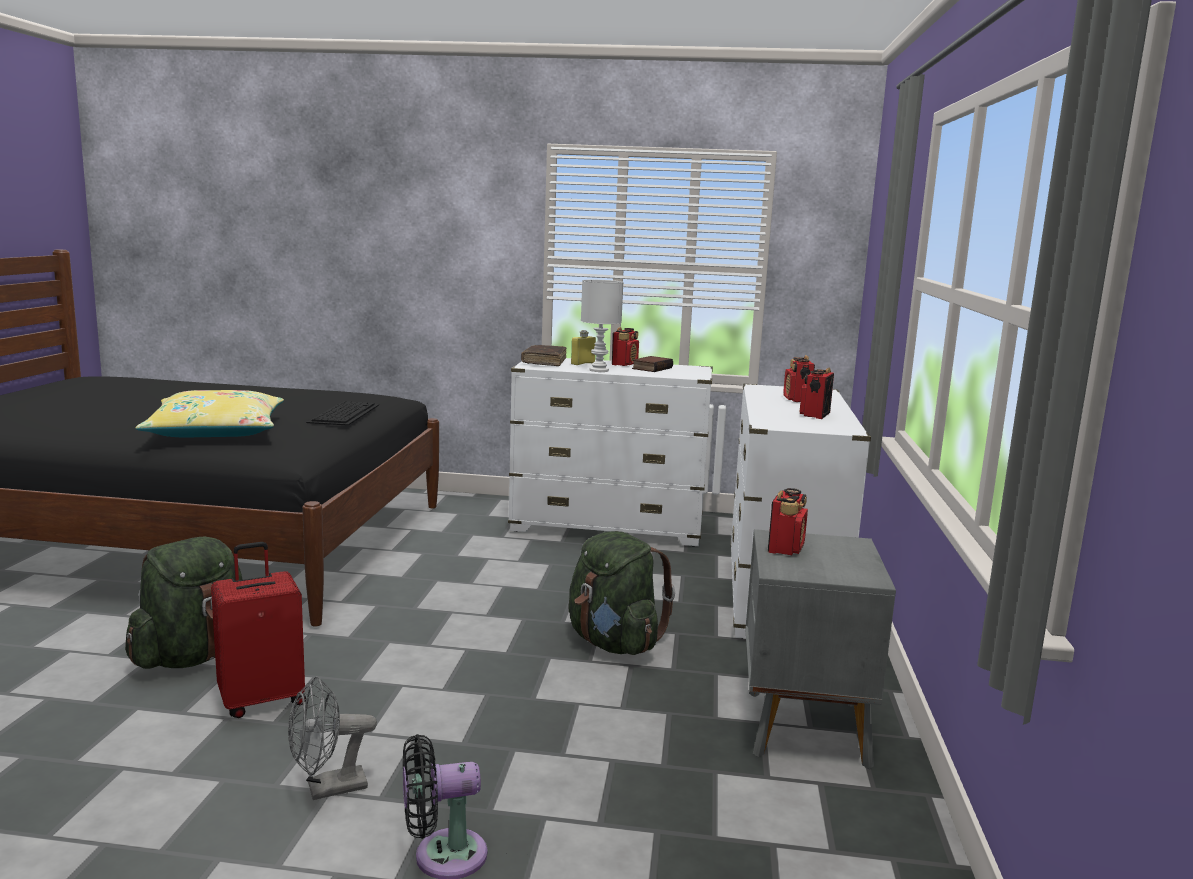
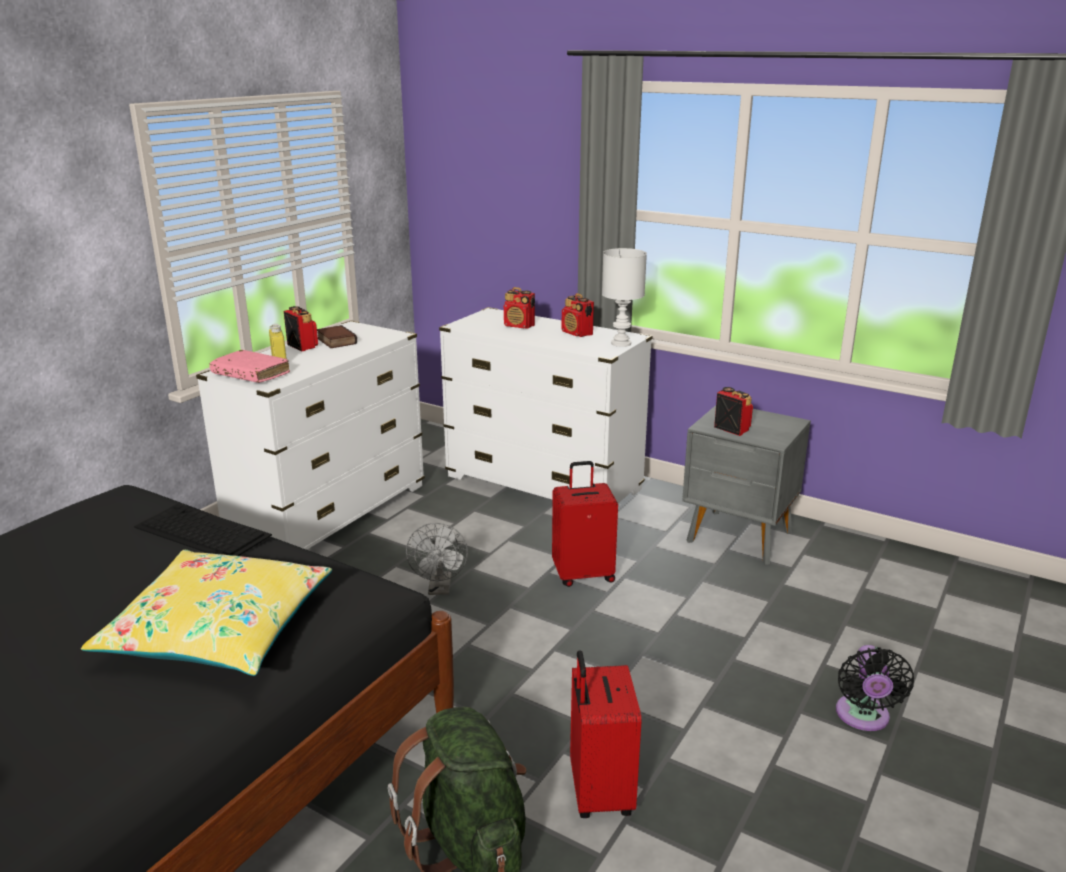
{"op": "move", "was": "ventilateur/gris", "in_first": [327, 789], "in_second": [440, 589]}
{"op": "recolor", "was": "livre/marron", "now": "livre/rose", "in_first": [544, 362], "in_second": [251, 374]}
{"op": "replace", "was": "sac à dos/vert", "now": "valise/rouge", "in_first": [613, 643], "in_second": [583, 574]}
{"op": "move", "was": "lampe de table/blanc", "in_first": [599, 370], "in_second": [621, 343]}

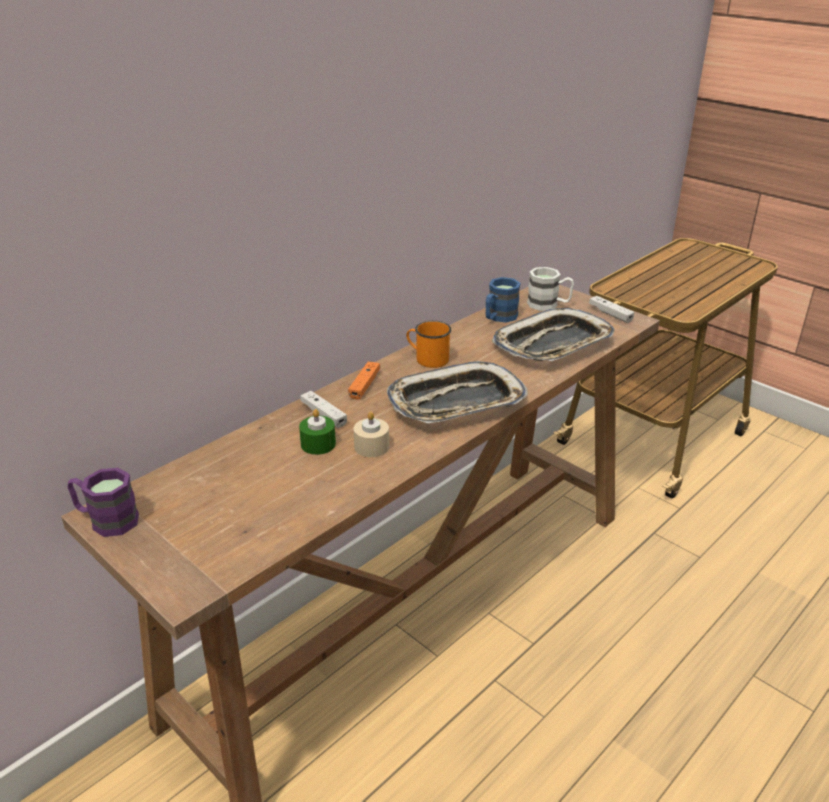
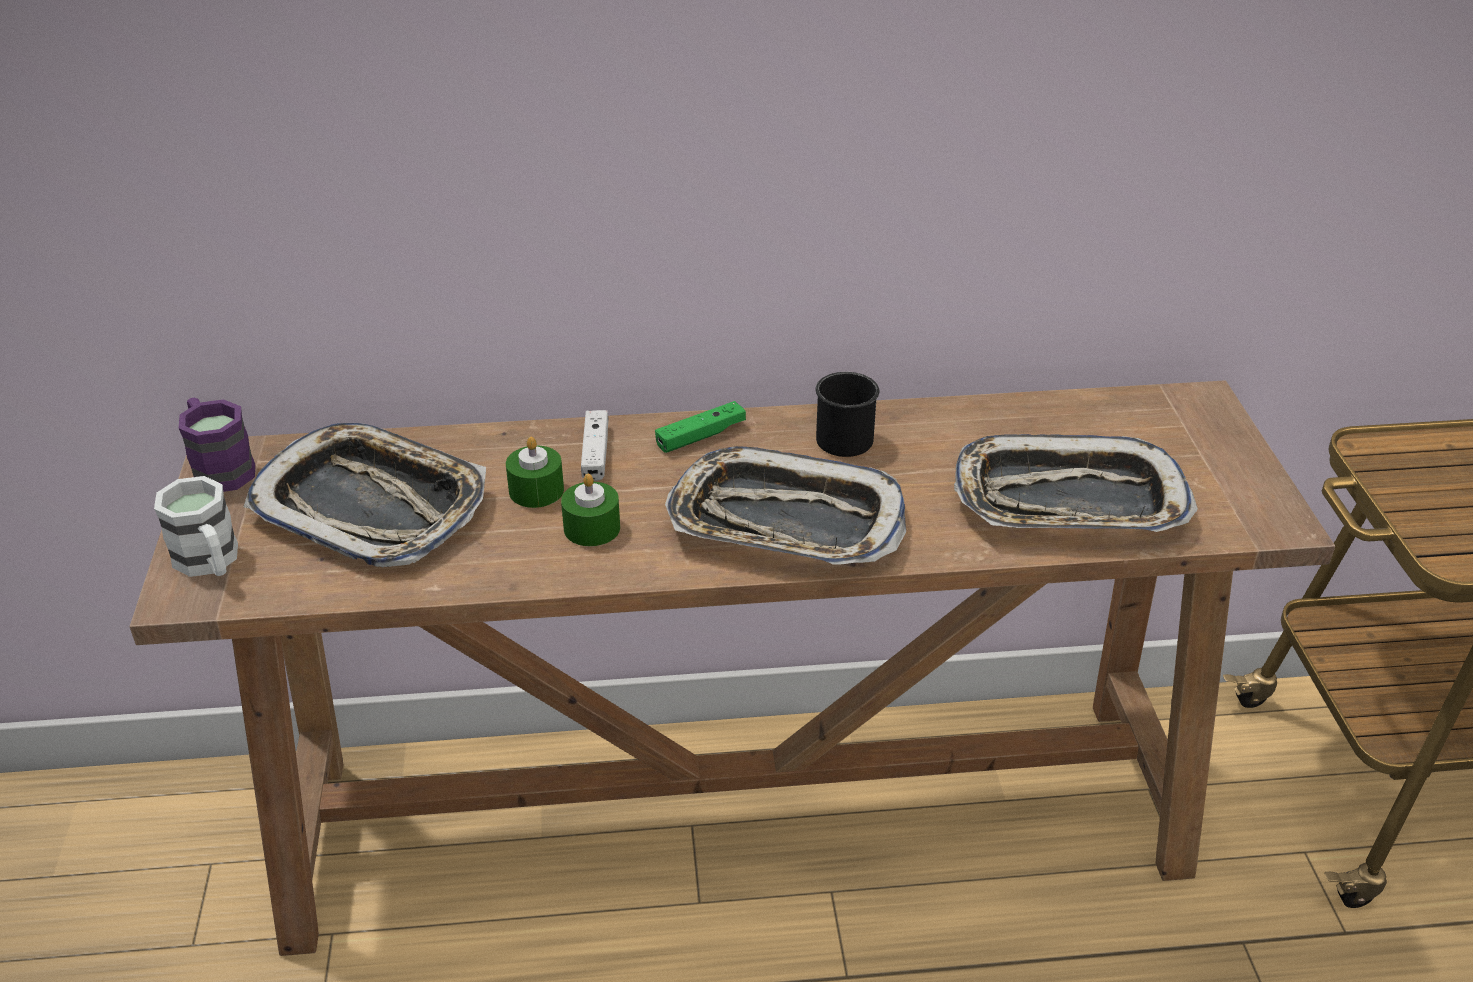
{"op": "recolor", "was": "manette/orange", "now": "manette/vert", "in_first": [364, 385], "in_second": [701, 436]}
{"op": "recolor", "was": "bougie/beige", "now": "bougie/vert", "in_first": [371, 447], "in_second": [592, 528]}
{"op": "recolor", "was": "mug/orange", "now": "mug/noir", "in_first": [427, 358], "in_second": [840, 435]}
{"op": "delete", "was": "mug/bleu", "in_first": [498, 317]}
{"op": "move", "was": "mug/blanc", "in_first": [549, 305], "in_second": [210, 563]}
{"op": "delete", "was": "manette/blanc", "in_first": [610, 314]}
{"op": "insert", "now": "plateau", "in_second": [372, 506]}

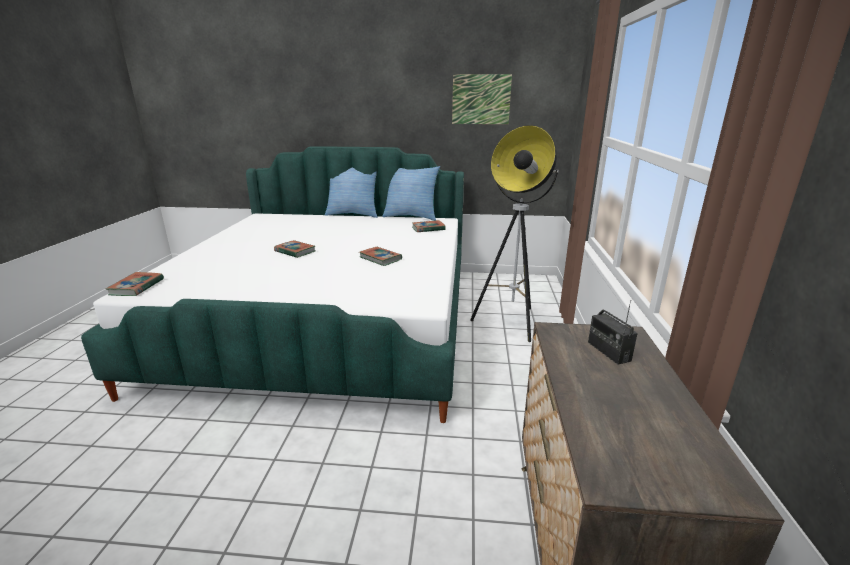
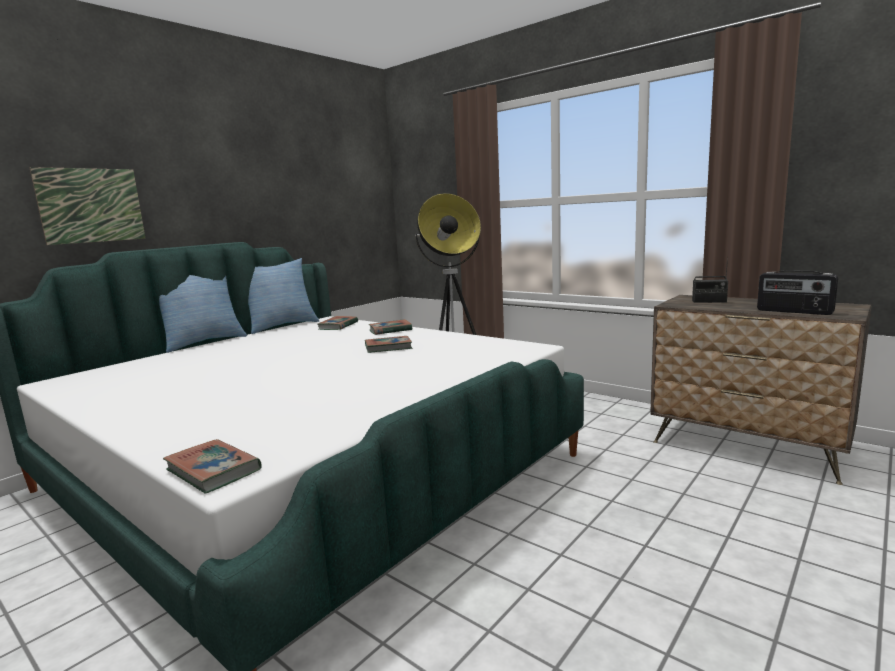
{"op": "move", "was": "livre", "in_first": [295, 251], "in_second": [390, 330]}
{"op": "move", "was": "tableau", "in_first": [481, 99], "in_second": [91, 205]}
{"op": "insert", "now": "radio", "in_second": [794, 311]}

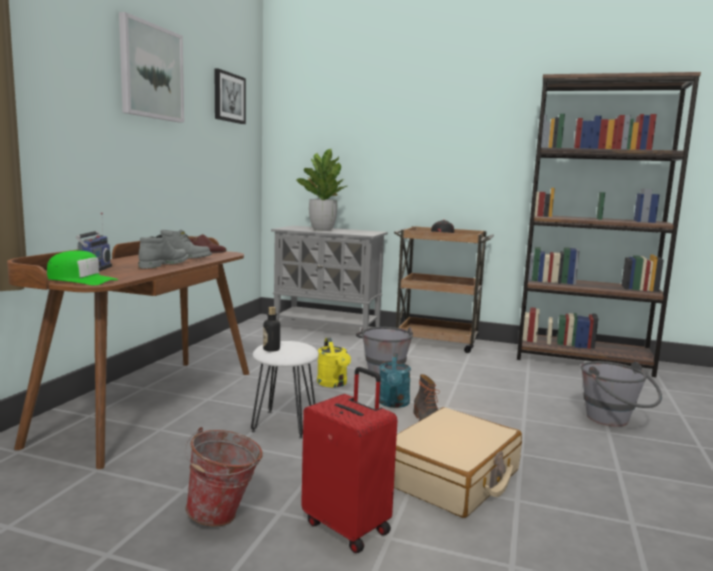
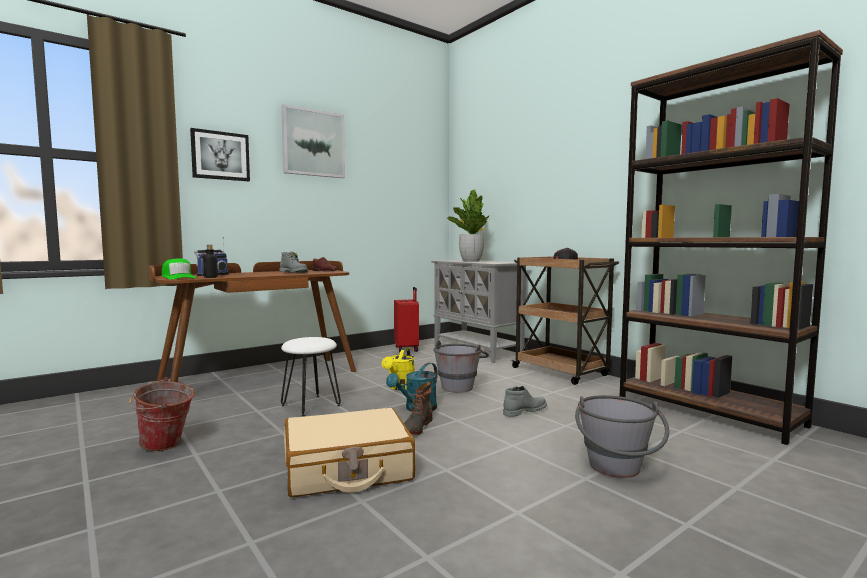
{"op": "move", "was": "botte/gris", "in_first": [163, 265], "in_second": [524, 411]}
{"op": "move", "was": "tableau", "in_first": [228, 97], "in_second": [220, 156]}
{"op": "move", "was": "bouteille", "in_first": [271, 349], "in_second": [211, 277]}
{"op": "move", "was": "valise/rouge", "in_first": [348, 526], "in_second": [407, 349]}

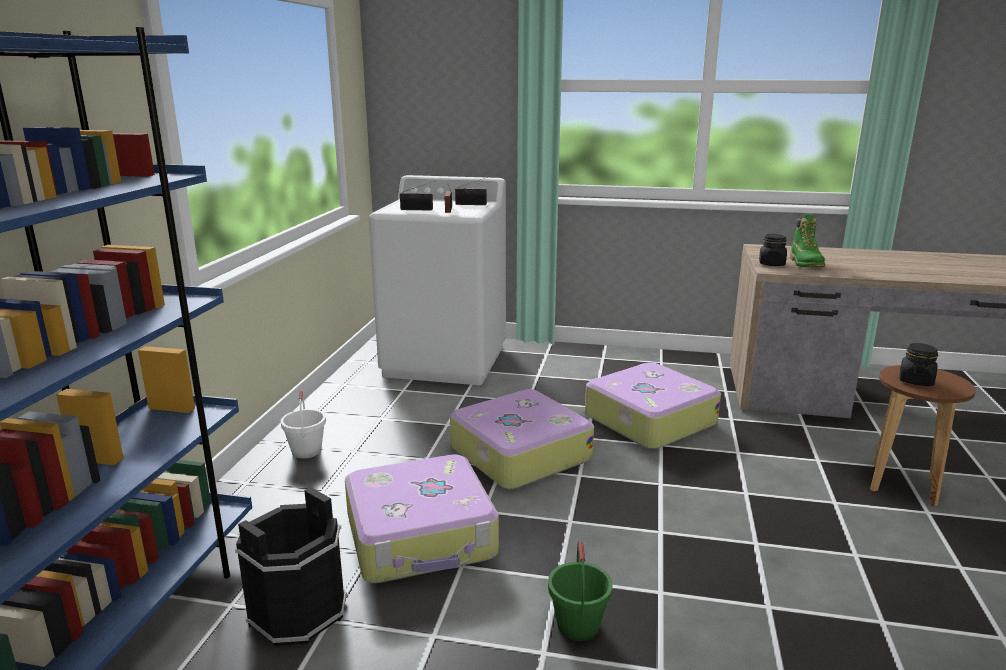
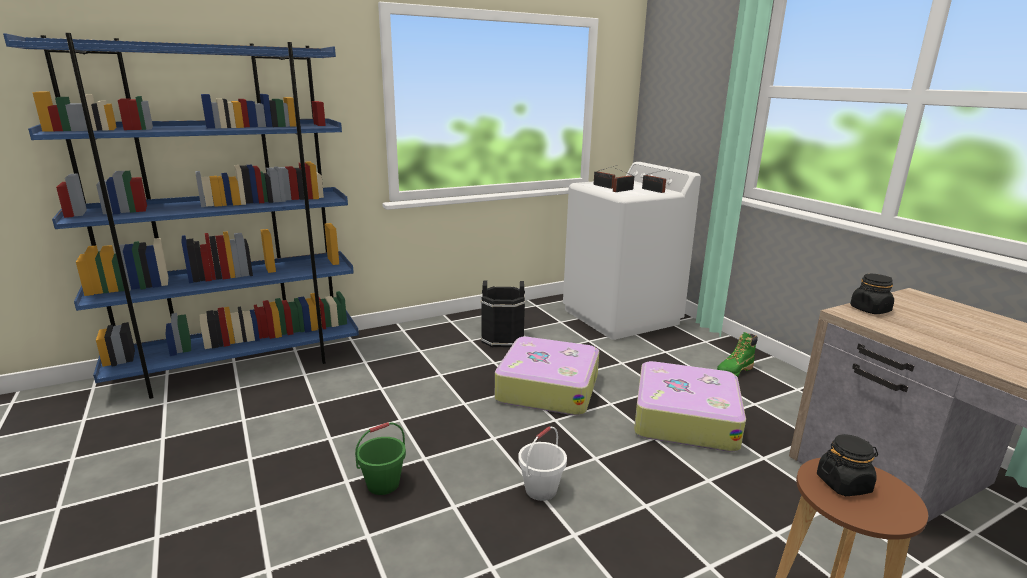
{"op": "move", "was": "seau/noir", "in_first": [298, 612], "in_second": [502, 338]}
{"op": "move", "was": "seau/blanc", "in_first": [307, 451], "in_second": [541, 490]}
{"op": "delete", "was": "valise", "in_first": [421, 536]}
{"op": "move", "was": "botte/vert", "in_first": [806, 264], "in_second": [734, 371]}

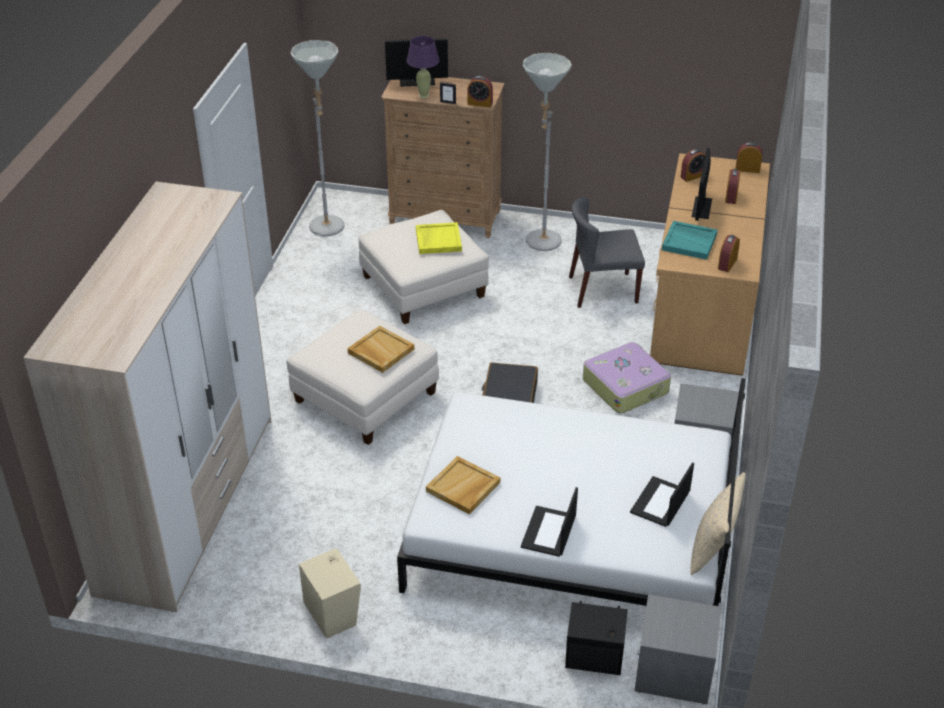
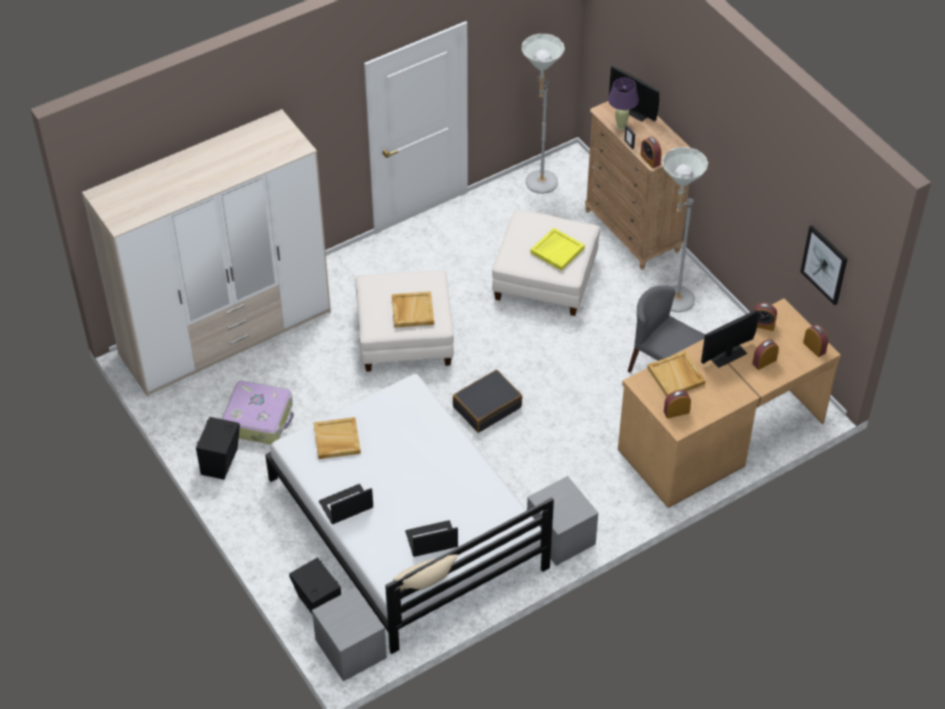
{"op": "recolor", "was": "enceinte/beige", "now": "enceinte/noir", "in_first": [332, 611], "in_second": [221, 461]}
{"op": "move", "was": "valise", "in_first": [626, 386], "in_second": [259, 419]}
{"op": "recolor", "was": "plateau/turquoise", "now": "plateau/beige", "in_first": [690, 242], "in_second": [676, 376]}
{"op": "insert", "now": "tableau", "in_second": [824, 264]}

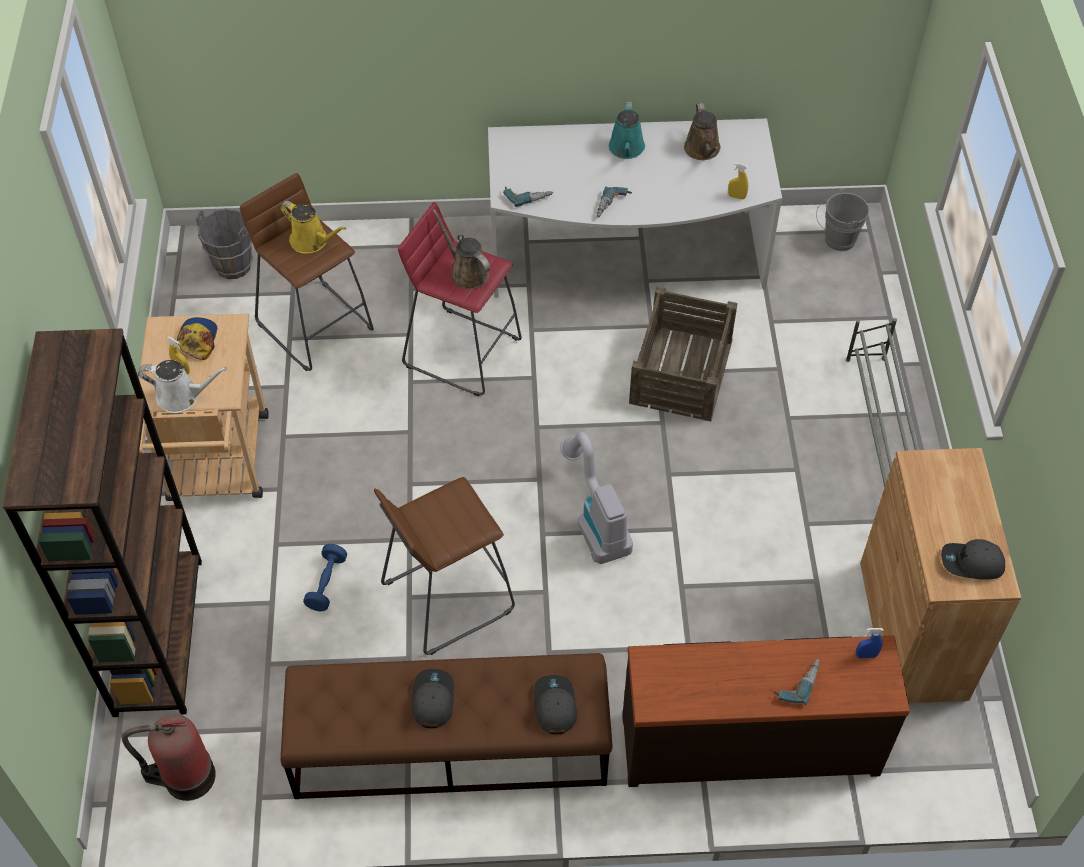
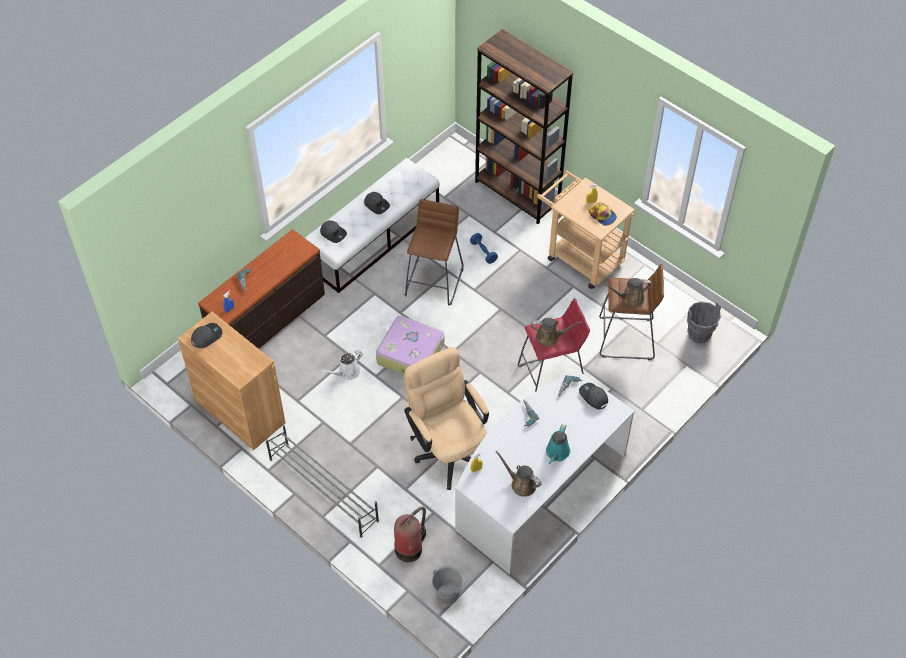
{"op": "move", "was": "extincteur", "in_first": [185, 777], "in_second": [410, 548]}
{"op": "move", "was": "arrosoir/blanc", "in_first": [182, 396], "in_second": [347, 372]}
{"op": "recolor", "was": "arrosoir/jaune", "now": "arrosoir/marron", "in_first": [312, 241], "in_second": [630, 298]}
{"op": "recolor", "was": "banc/marron", "now": "banc/blanc", "in_first": [449, 748], "in_second": [374, 239]}
{"op": "replace", "was": "aspirateur", "now": "valise", "in_first": [595, 520], "in_second": [411, 353]}
{"op": "rotate", "was": "arrosoir/turquoise", "in_first": [626, 149], "in_second": [557, 453], "clockwise": -120}
{"op": "replace", "was": "caisse", "now": "chaise de bureau/beige", "in_first": [680, 371], "in_second": [448, 449]}
{"op": "insert", "now": "casquette/gris", "in_second": [593, 397]}

